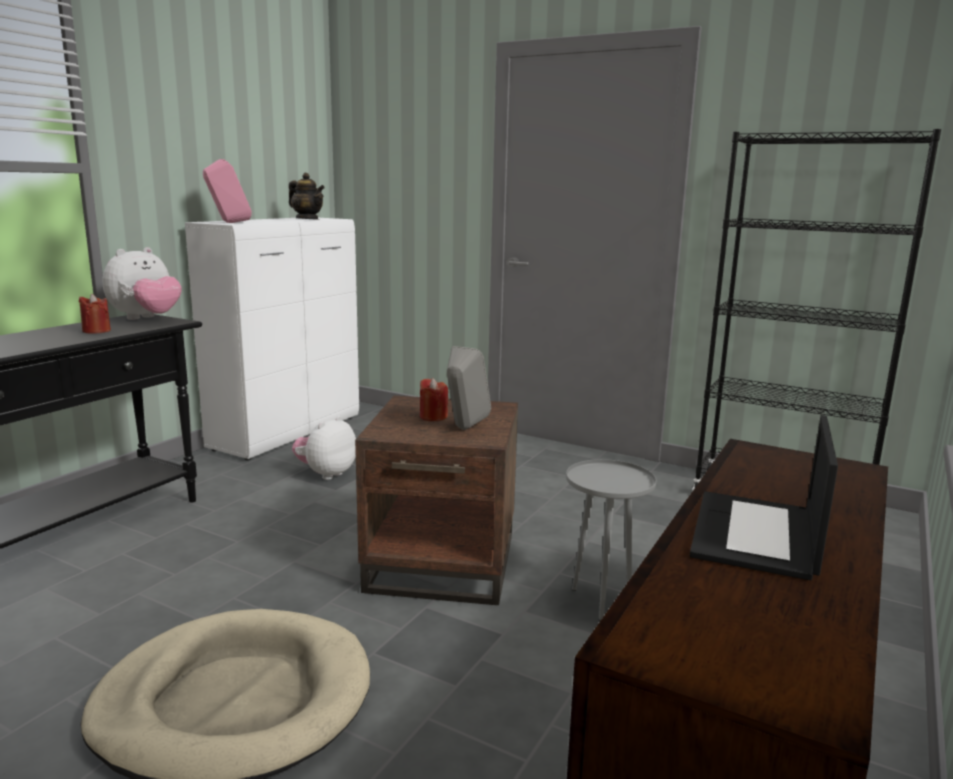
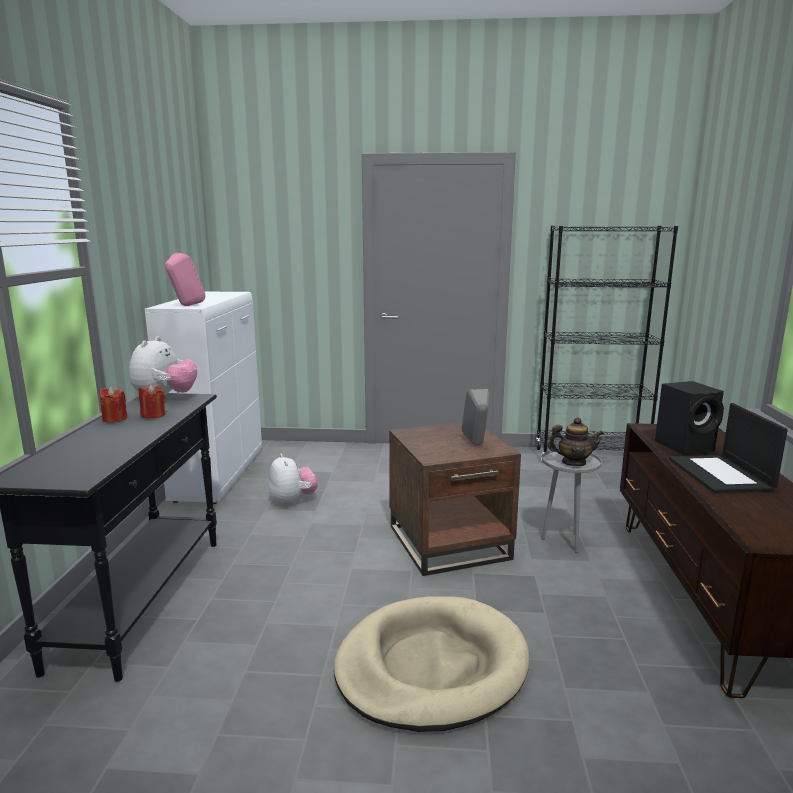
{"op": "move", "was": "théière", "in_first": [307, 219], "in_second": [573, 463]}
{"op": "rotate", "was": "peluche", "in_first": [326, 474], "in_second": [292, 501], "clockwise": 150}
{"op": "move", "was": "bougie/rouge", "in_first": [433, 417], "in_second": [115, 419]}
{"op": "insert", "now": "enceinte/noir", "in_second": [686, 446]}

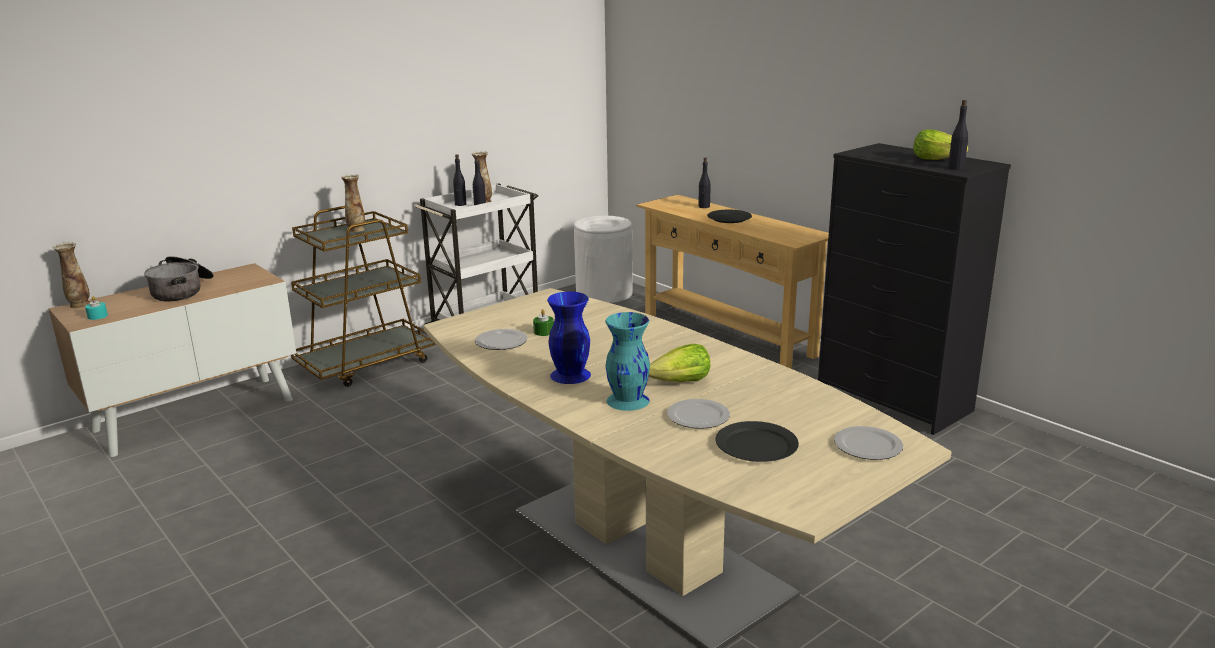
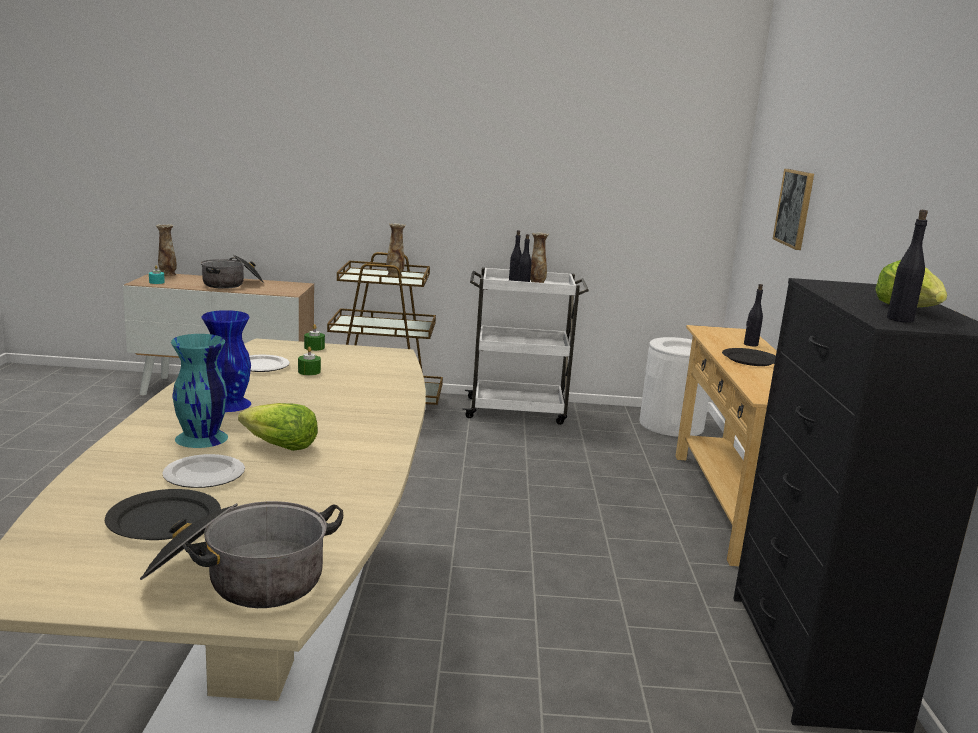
{"op": "replace", "was": "assiette", "now": "marmite", "in_first": [868, 446], "in_second": [240, 580]}
{"op": "insert", "now": "bougie/vert", "in_second": [314, 347]}
{"op": "insert", "now": "tableau", "in_second": [794, 208]}

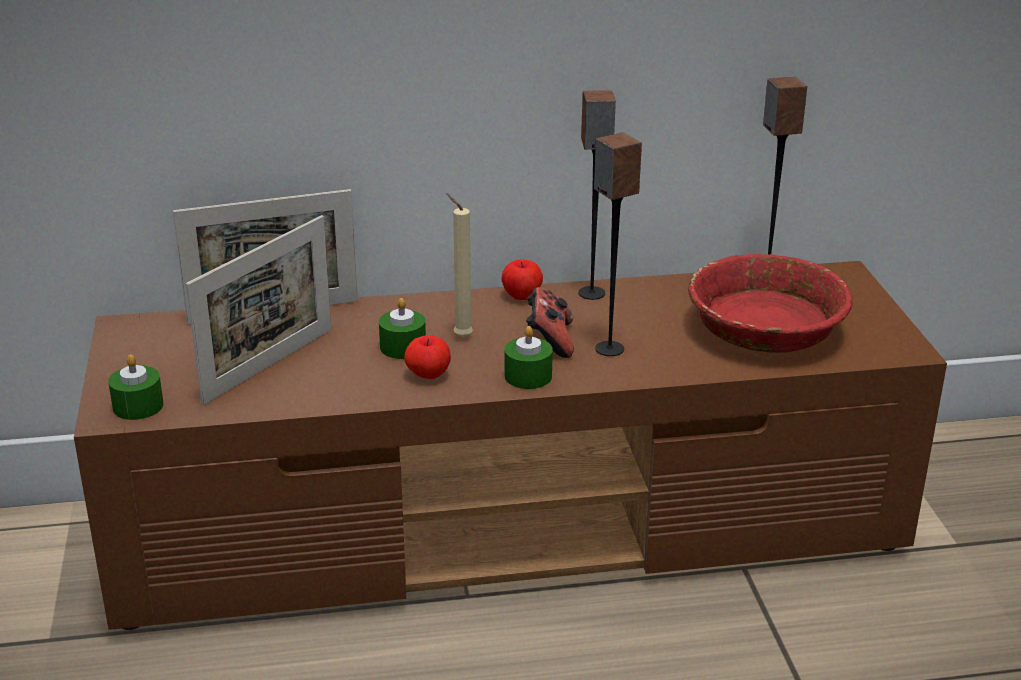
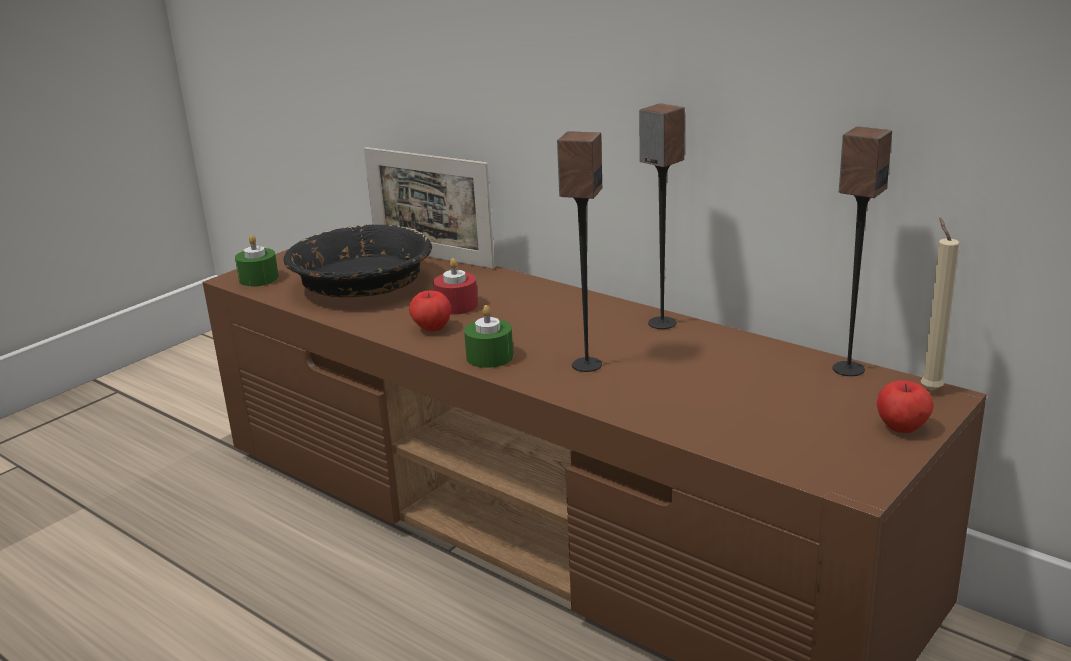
{"op": "replace", "was": "cadre photo", "now": "bol/noir", "in_first": [269, 365], "in_second": [363, 285]}
{"op": "recolor", "was": "bougie/vert", "now": "bougie/rouge", "in_first": [403, 347], "in_second": [456, 305]}
{"op": "move", "was": "bougie/beige", "in_first": [460, 336], "in_second": [929, 389]}
{"op": "move", "was": "pomme", "in_first": [522, 296], "in_second": [902, 427]}
{"op": "delete", "was": "manette", "in_first": [549, 341]}
{"op": "delete", "was": "bol/rouge", "in_first": [764, 329]}

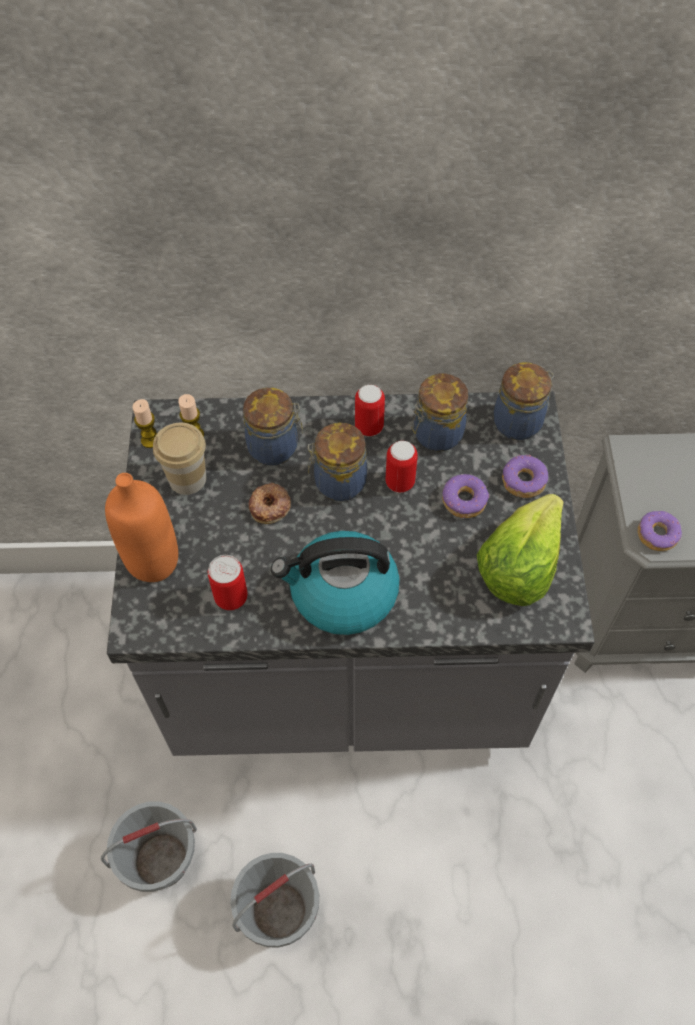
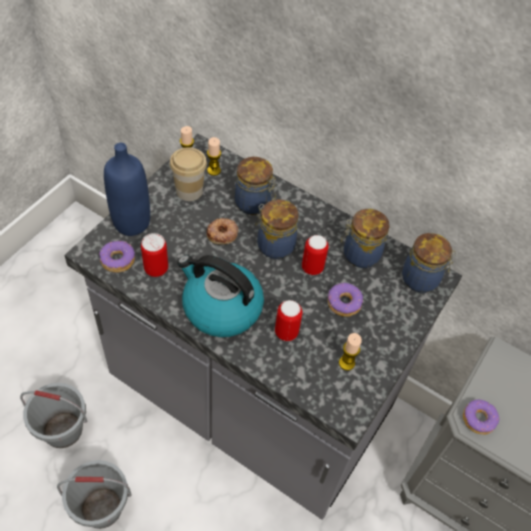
{"op": "recolor", "was": "bouteille/orange", "now": "bouteille/bleu", "in_first": [153, 561], "in_second": [131, 222]}
{"op": "move", "was": "boîte métallique", "in_first": [369, 427], "in_second": [286, 332]}
{"op": "replace", "was": "laitue", "now": "bougie", "in_first": [519, 564], "in_second": [346, 363]}
{"op": "move", "was": "beignet", "in_first": [523, 481], "in_second": [117, 260]}

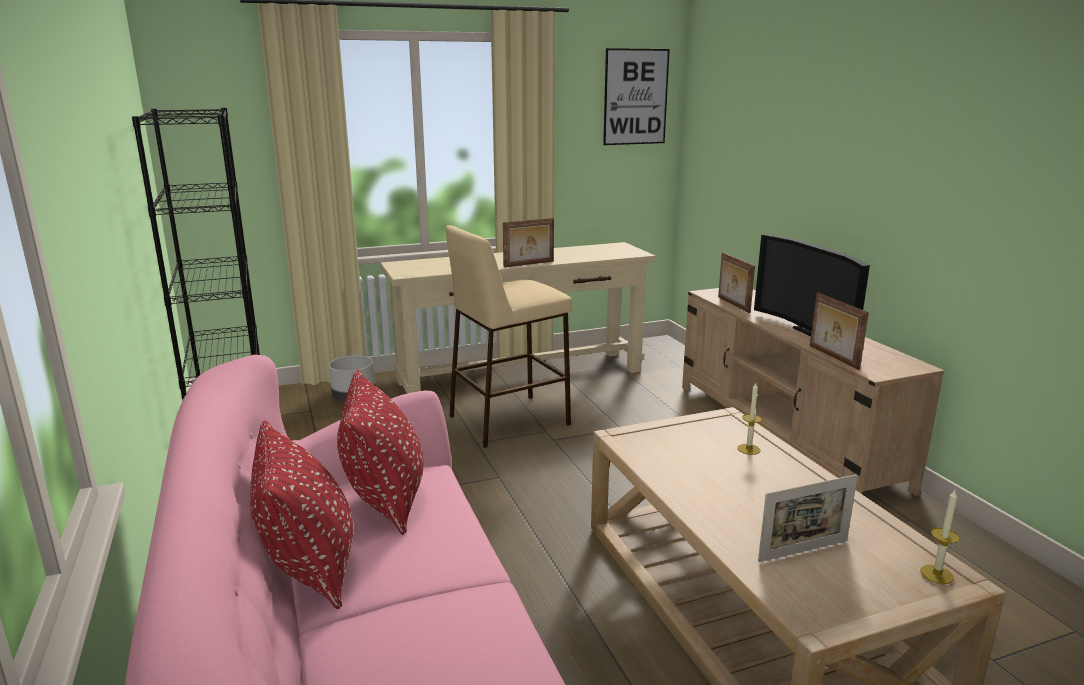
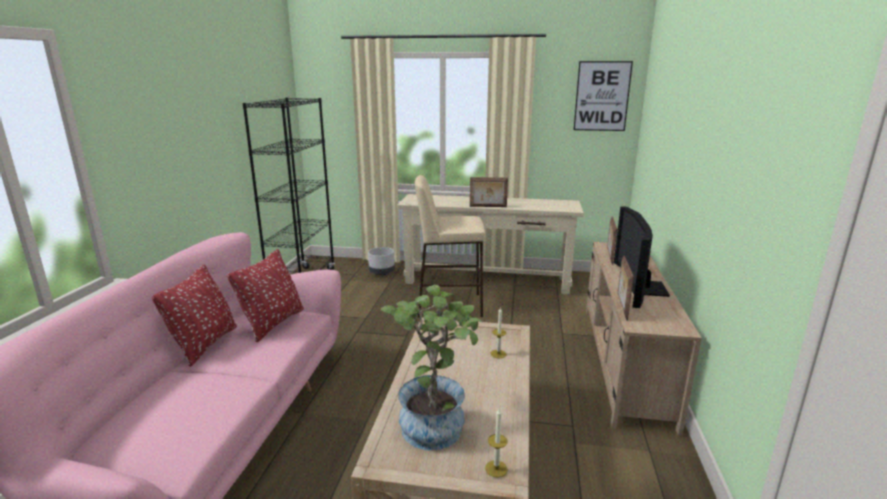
{"op": "replace", "was": "cadre photo", "now": "plante en pot", "in_first": [803, 551], "in_second": [436, 422]}

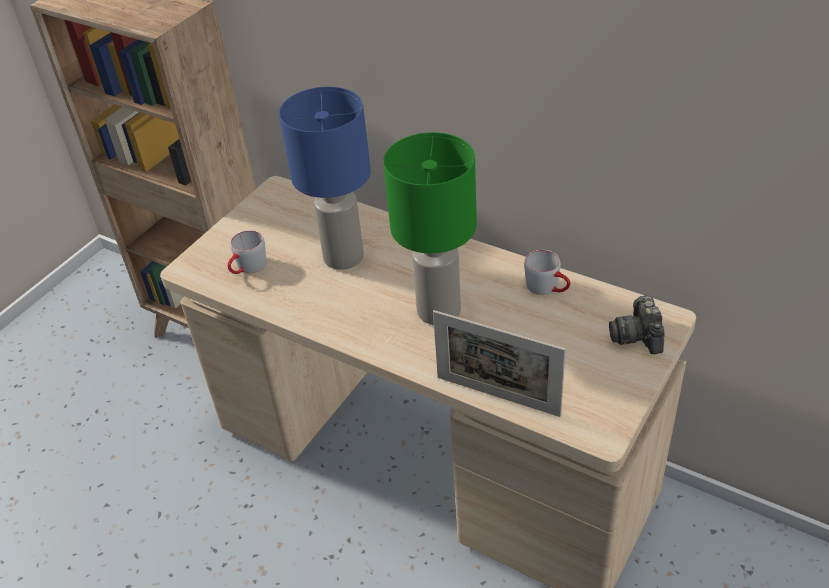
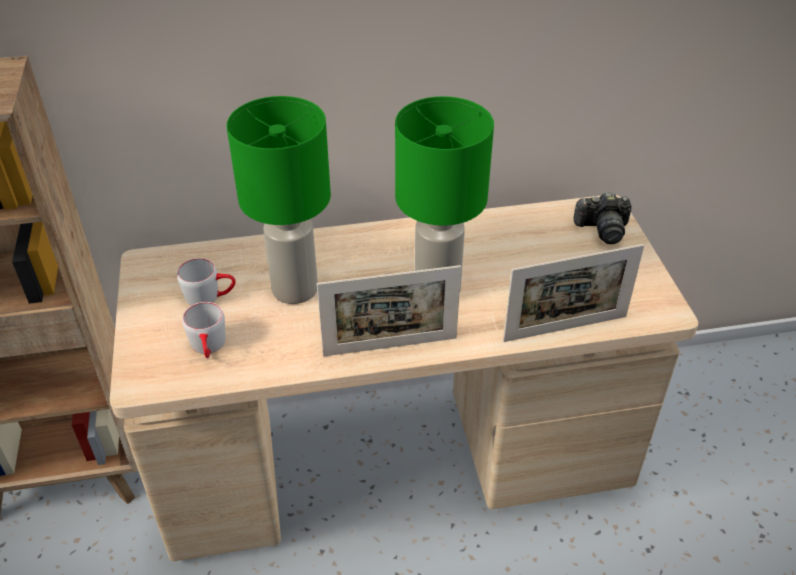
{"op": "recolor", "was": "lampe de table/bleu", "now": "lampe de table/vert", "in_first": [344, 257], "in_second": [296, 289]}
{"op": "move", "was": "mug/gris", "in_first": [548, 288], "in_second": [210, 296]}
{"op": "rotate", "was": "appareil photo", "in_first": [638, 336], "in_second": [602, 229], "clockwise": -45}
{"op": "insert", "now": "cadre photo", "in_second": [390, 346]}

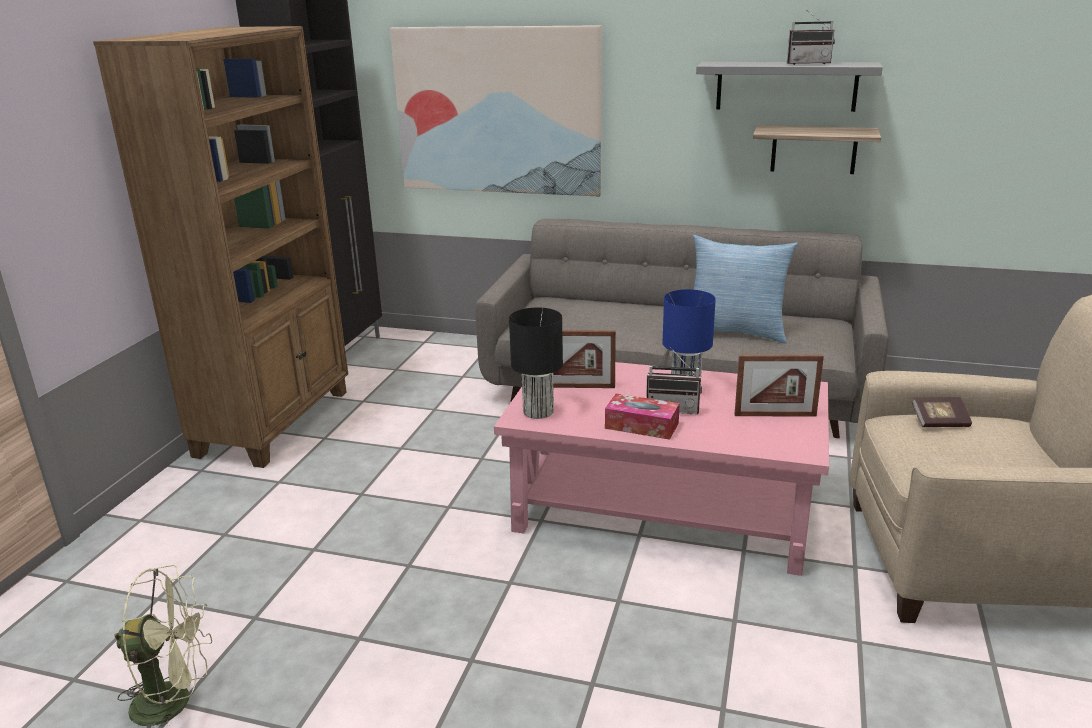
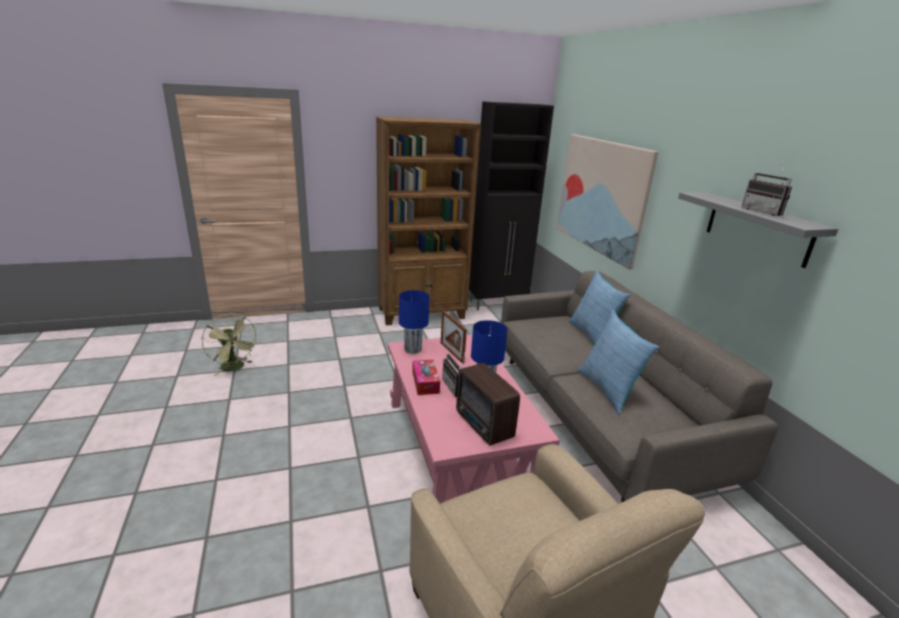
{"op": "recolor", "was": "lampe de table/noir", "now": "lampe de table/bleu", "in_first": [539, 412], "in_second": [412, 350]}
{"op": "replace", "was": "cadre photo", "now": "radio", "in_first": [775, 415], "in_second": [484, 426]}
{"op": "delete", "was": "étagère", "in_first": [813, 149]}
{"op": "delete", "was": "livre", "in_first": [939, 422]}
{"op": "insert", "now": "coussin", "in_second": [592, 335]}

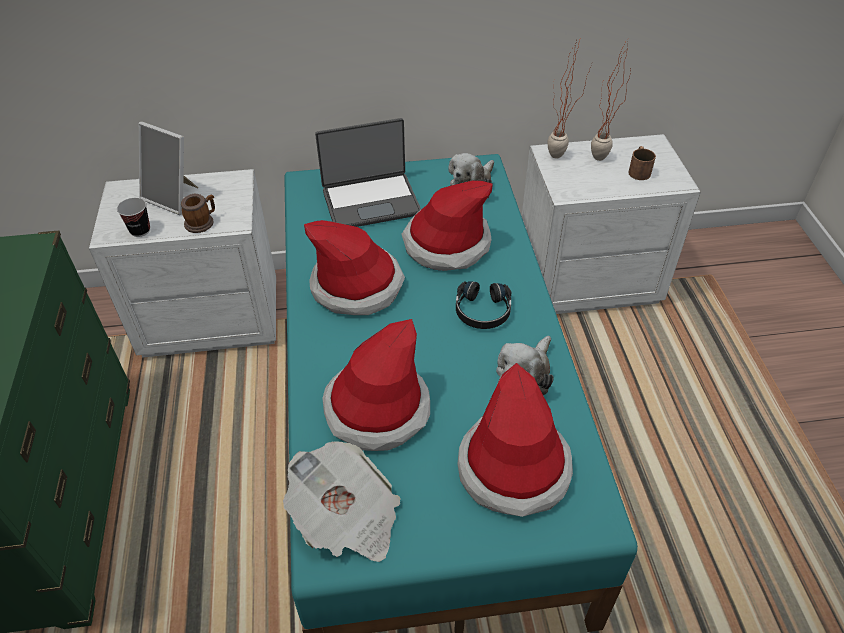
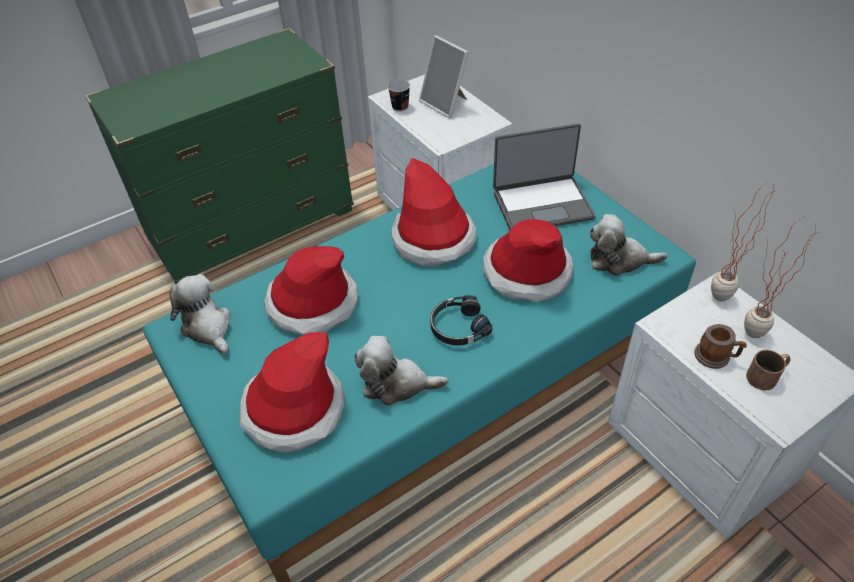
{"op": "rotate", "was": "cadre photo", "in_first": [174, 197], "in_second": [446, 104], "clockwise": -45}
{"op": "move", "was": "mug", "in_first": [202, 222], "in_second": [716, 357]}
{"op": "replace", "was": "journal", "now": "peluche", "in_first": [347, 518], "in_second": [208, 327]}
{"op": "rotate", "was": "ordinateur portable", "in_first": [371, 201], "in_second": [542, 204], "clockwise": -60}

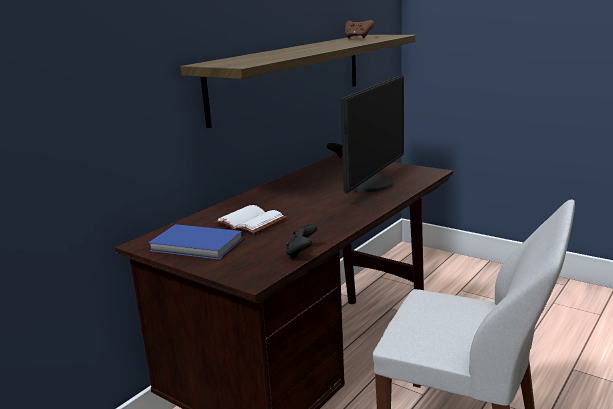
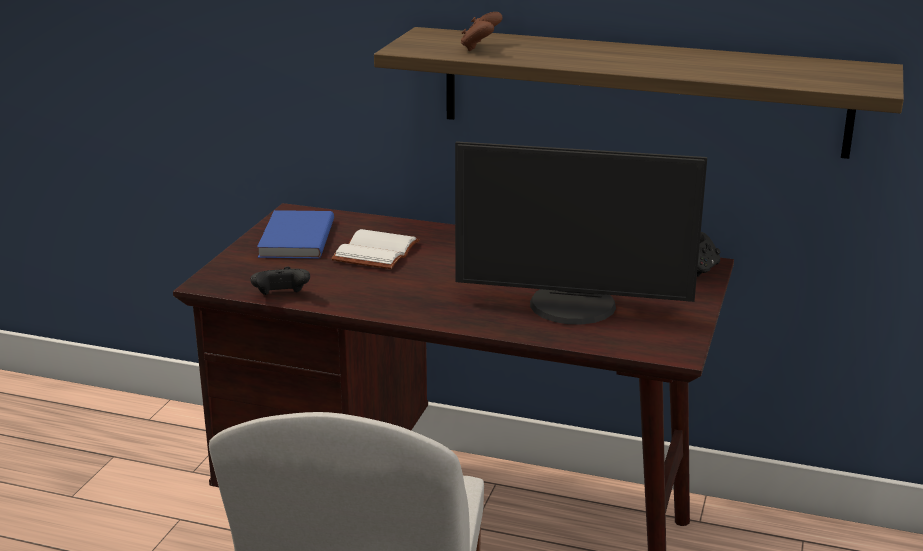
{"op": "move", "was": "manette/marron", "in_first": [358, 38], "in_second": [480, 48]}

